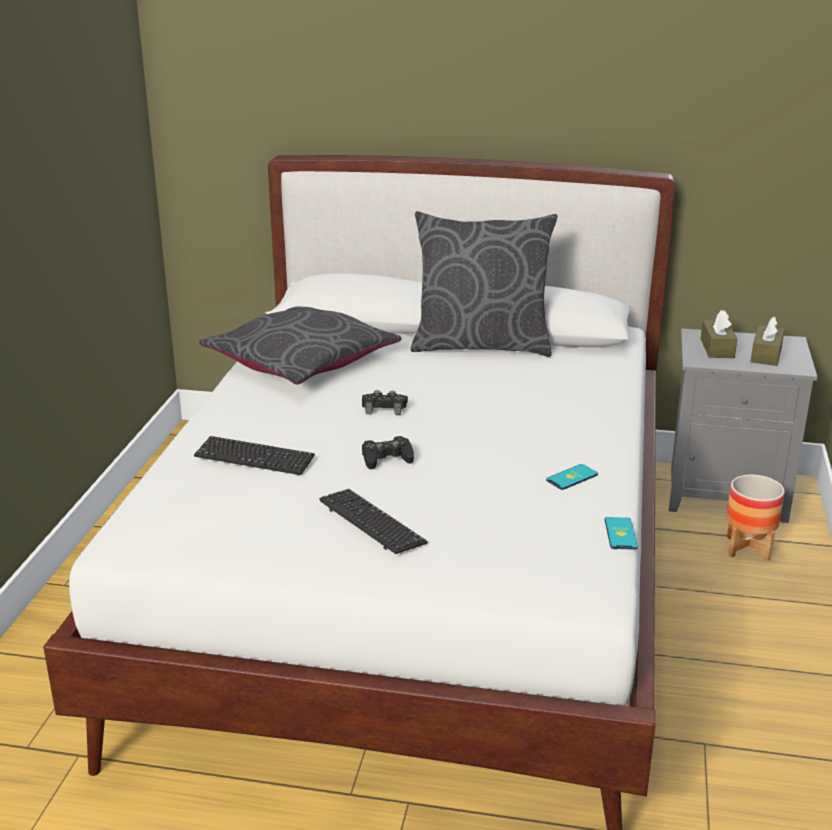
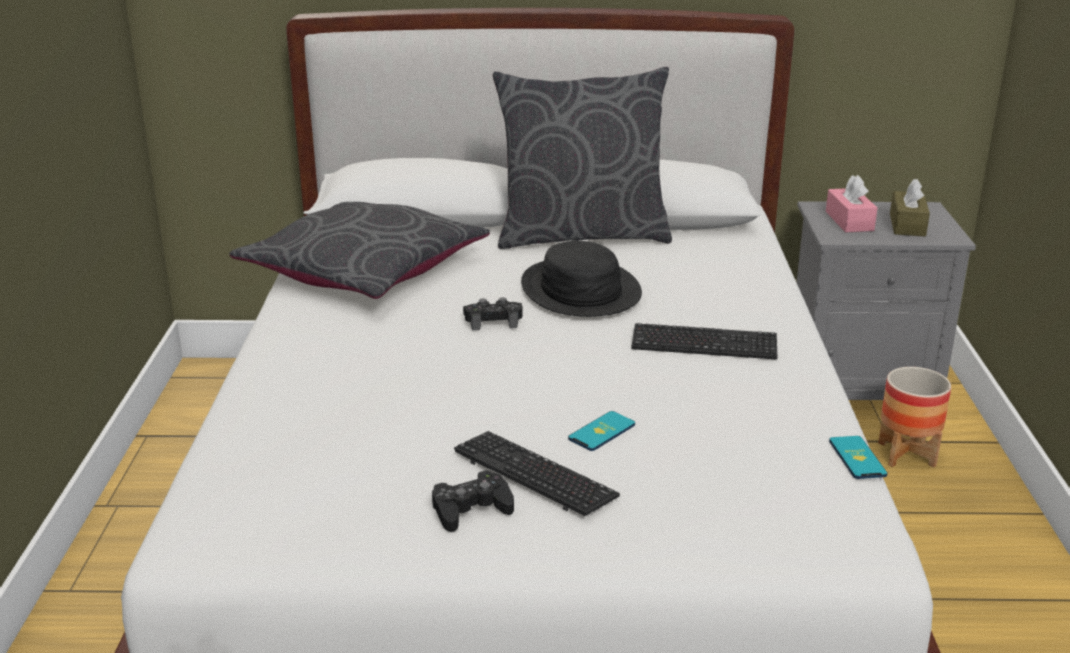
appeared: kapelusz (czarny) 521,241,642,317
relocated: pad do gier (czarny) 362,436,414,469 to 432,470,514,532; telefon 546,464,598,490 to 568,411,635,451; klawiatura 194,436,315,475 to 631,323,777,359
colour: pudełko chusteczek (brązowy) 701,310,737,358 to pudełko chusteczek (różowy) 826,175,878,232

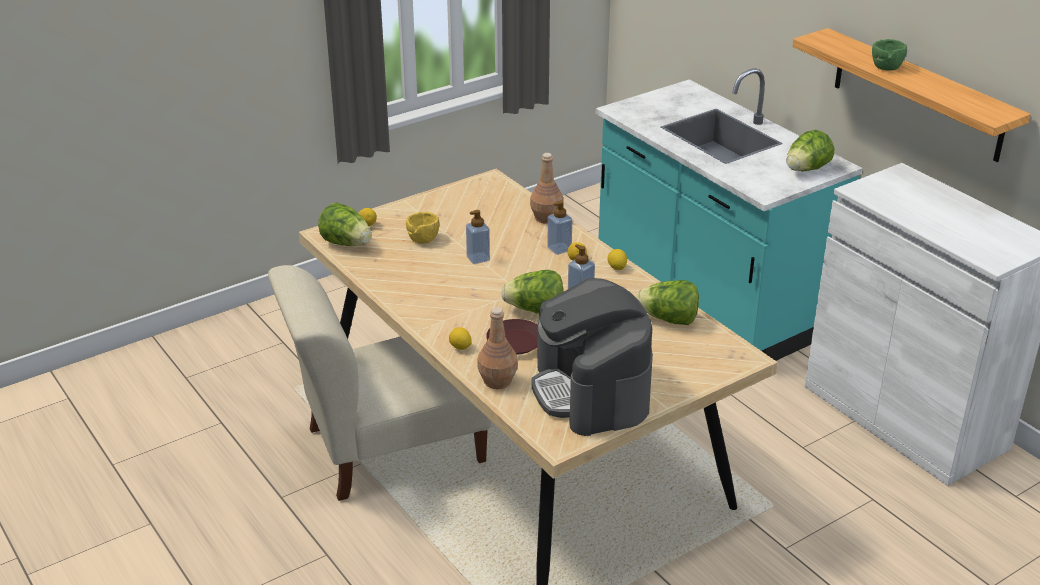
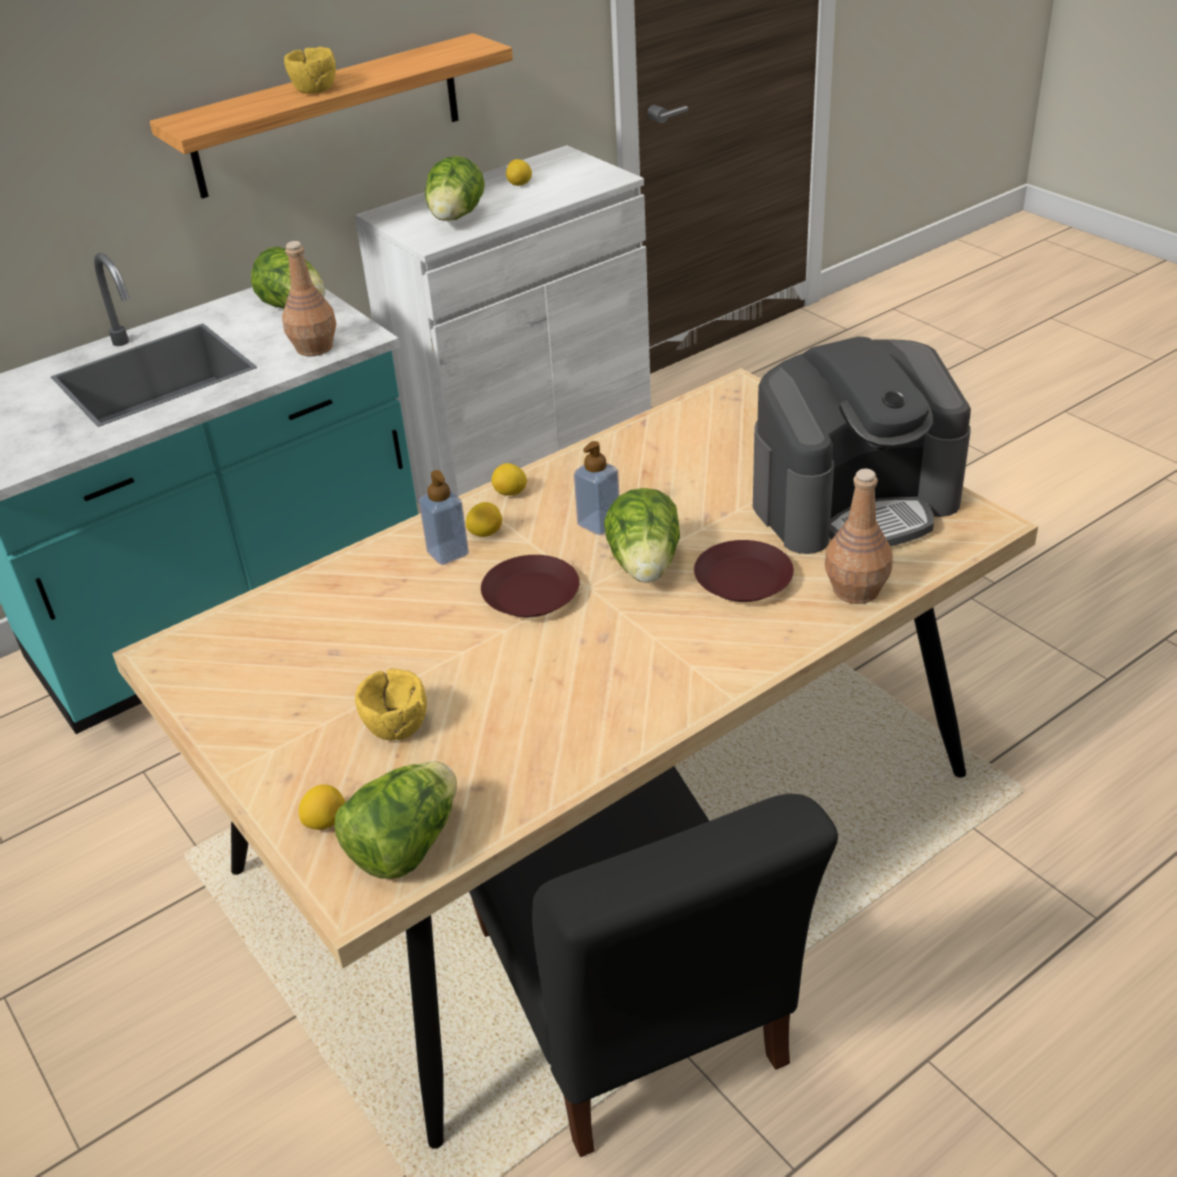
missing: dozownik mydła 466,210,490,264
appeared: talerz (brązowy) 481,555,580,617
relocated: butelka (brązowy) 530,153,563,224 to 282,241,336,356; sałata 636,280,699,325 to 425,156,485,221; cytryna 449,327,472,350 to 506,159,532,186
colour: miska (zielony) 872,39,907,71 to miska (żółty) 284,47,336,94; krzesło (beżowy) 268,265,491,501 to krzesło (czarny) 469,766,838,1157

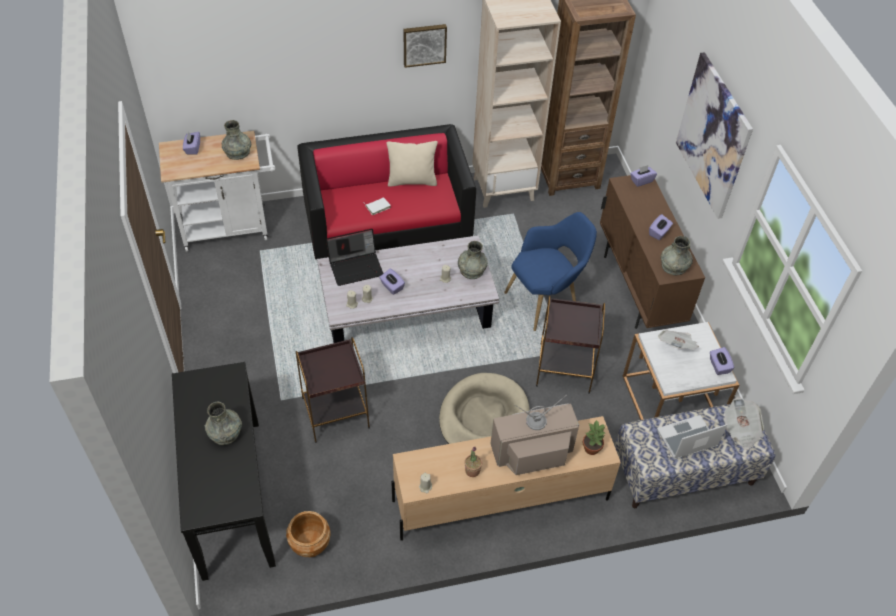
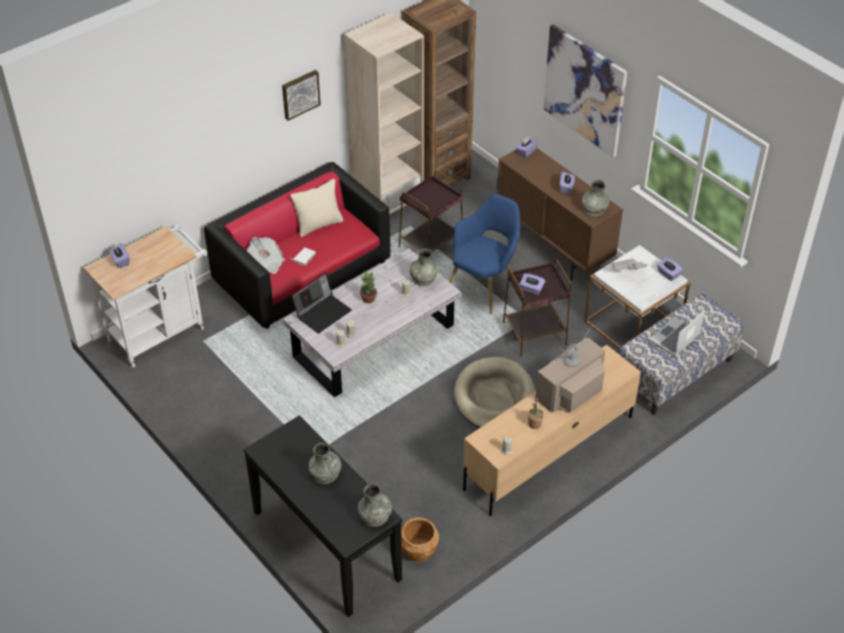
relocated: gazeta 725,397,764,450 to 247,237,285,274; wazon (szary) 222,120,251,160 to 358,484,392,527; roślina doniczkowa 583,420,606,455 to 360,271,377,303; stolik (brązowy) 296,337,370,443 to 399,170,463,261; pudełko chusteczek (fioletowy) 379,269,405,295 to 519,273,545,295

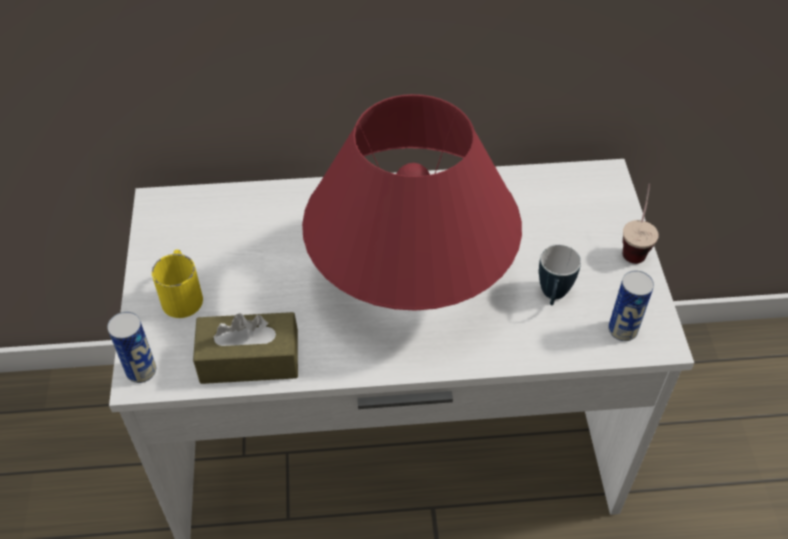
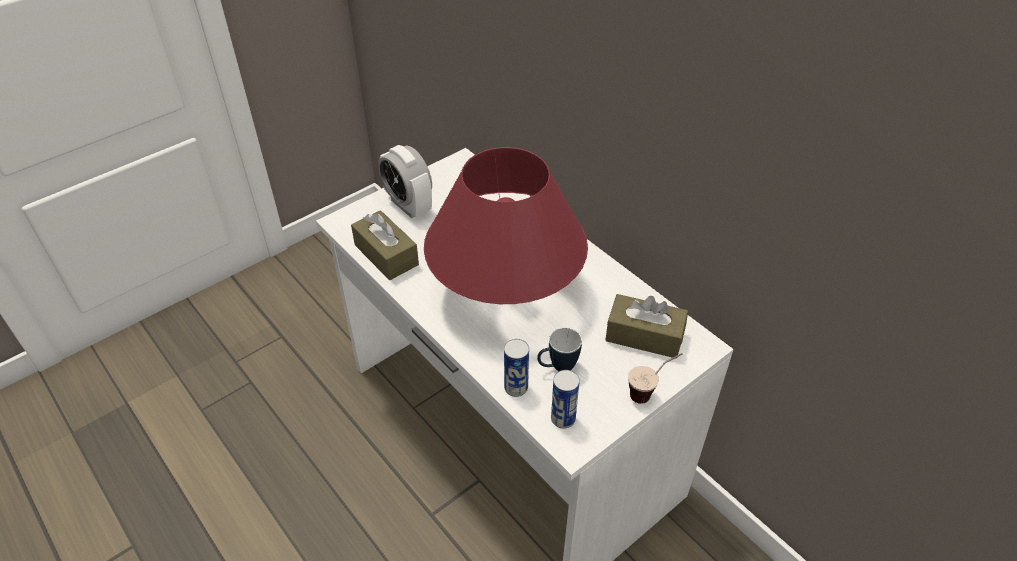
appeared: pudełko chusteczek (brązowy) 605,294,688,358
relocated: puszka 107,312,156,383 to 504,339,529,397
exchanged: kubek (żółty) 152,250,203,318 to budzik 378,145,432,218

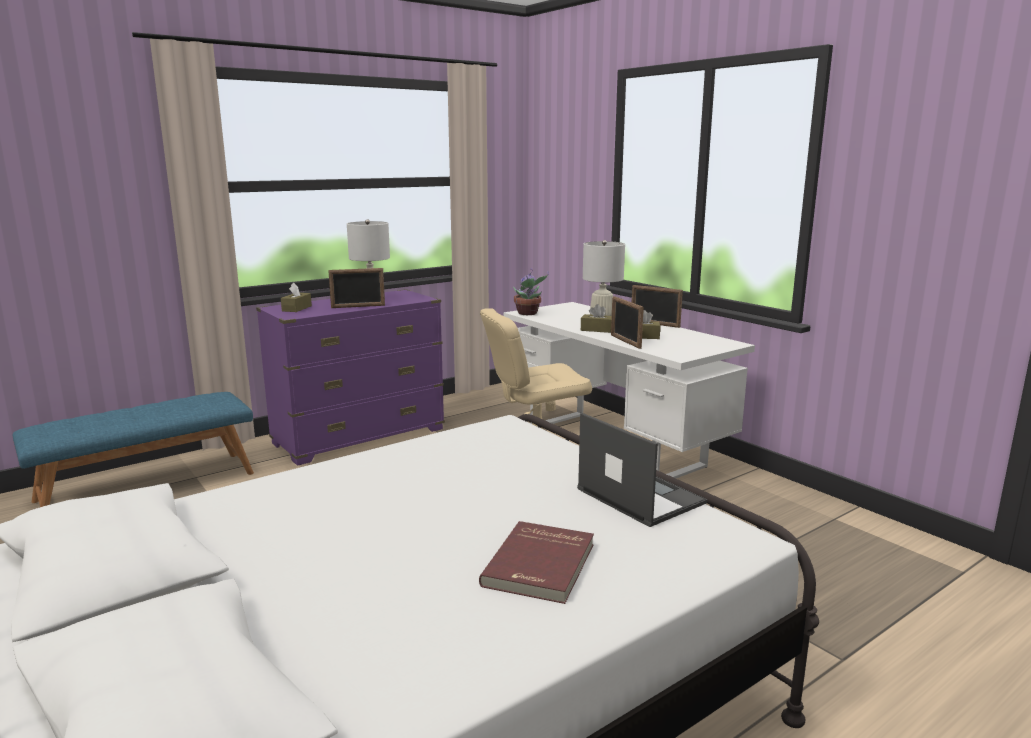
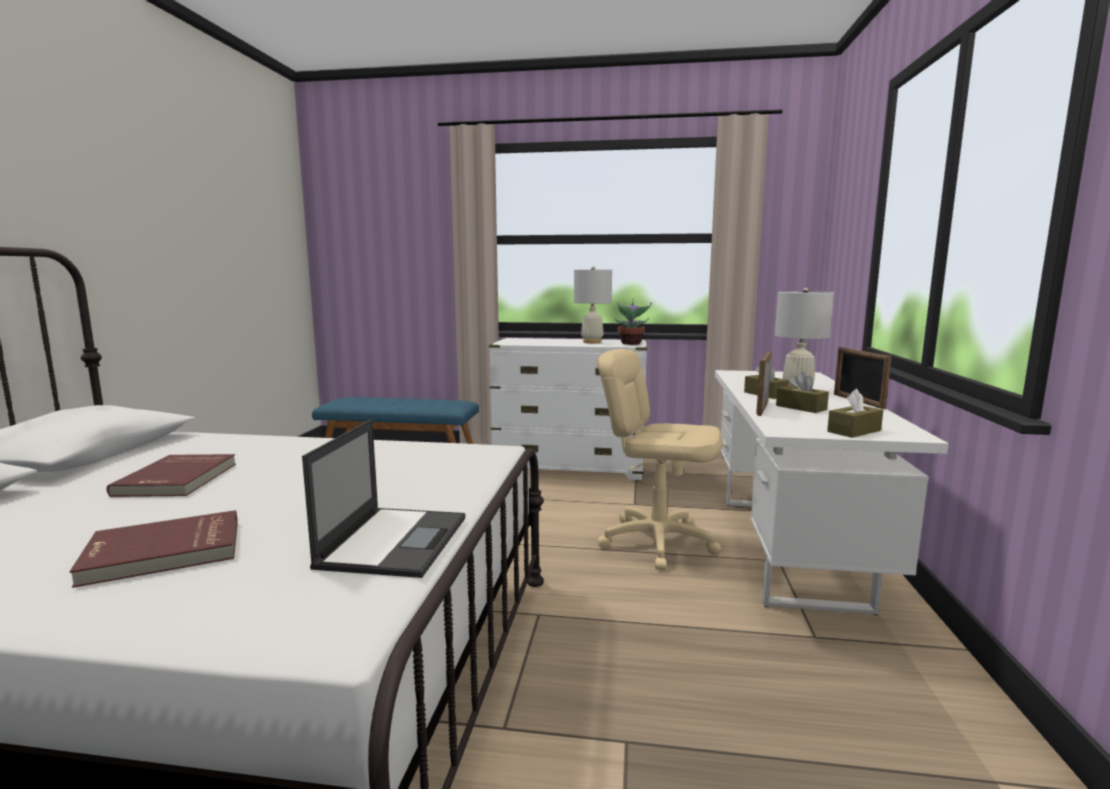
missing: ramka na zdjęcie 328,268,385,308
appeared: książka (czerwony) 107,454,236,497
relocated: roślina doniczkowa 513,268,549,315 to 615,298,652,345; pudełko chusteczek (brązowy) 281,283,312,312 to 827,389,883,438
colour: komoda (fioletowy) 256,289,445,466 to komoda (biały) 489,338,647,480

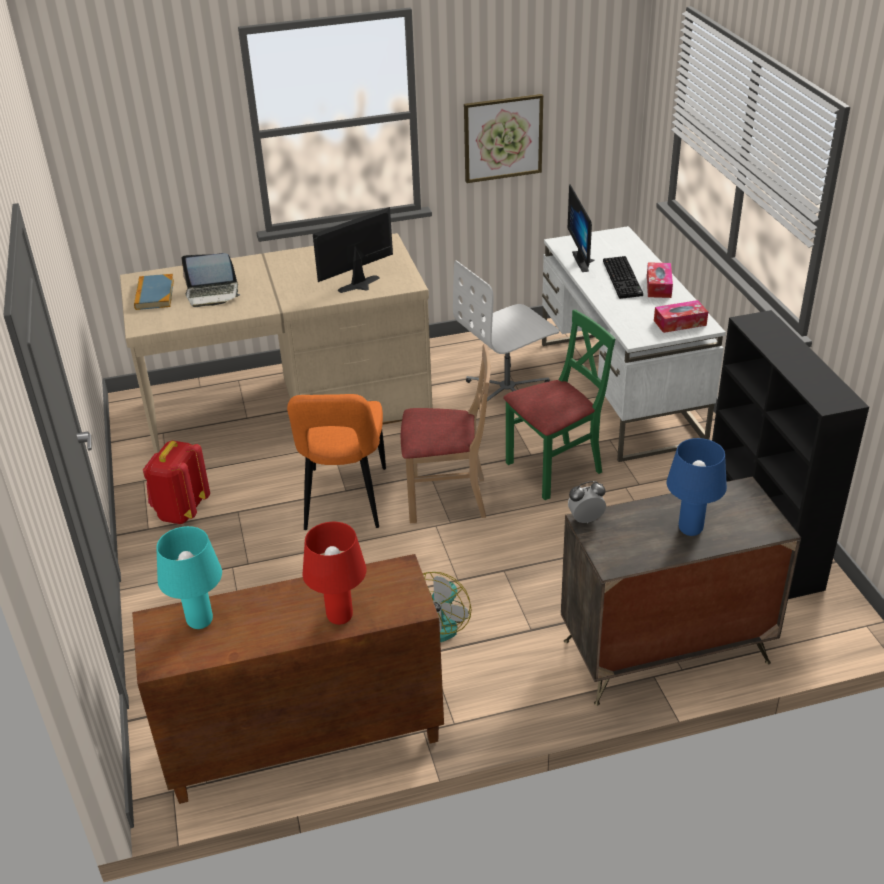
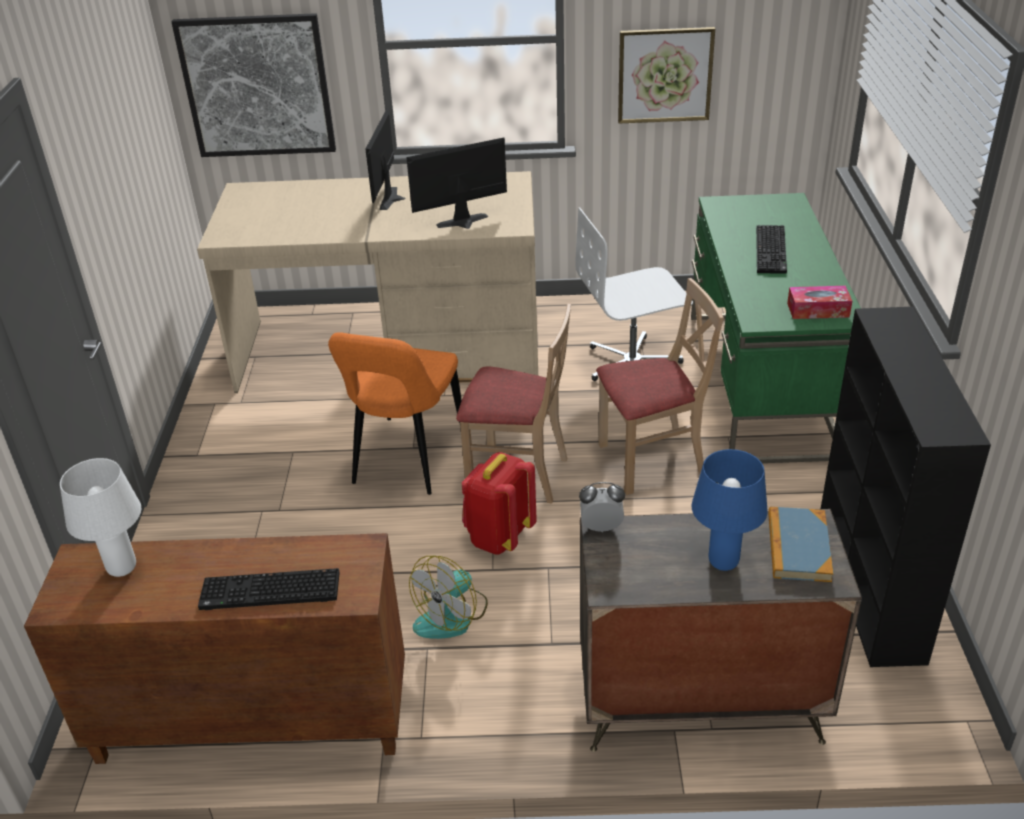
missing: laptop 181,253,240,307; pudełko chusteczek 647,262,673,298
appeared: obraz 171,13,336,157
relocated: monitor 568,184,595,272 to 365,108,405,210; plecak (czerwony) 143,441,210,524 to 462,452,537,554; książka 134,274,174,310 to 768,507,834,582
exchanged: lampa stołowa (czerwony) 303,522,366,625 to klawiatura 198,568,340,610
colour: lampa stołowa (turkusowy) 156,526,222,629 to lampa stołowa (biały) 60,458,141,577; krzesło (zielony) 503,310,615,500 to krzesło (beżowy) 596,278,724,495; biurko (biały) 542,226,726,462 to biurko (zielony) 691,193,861,463

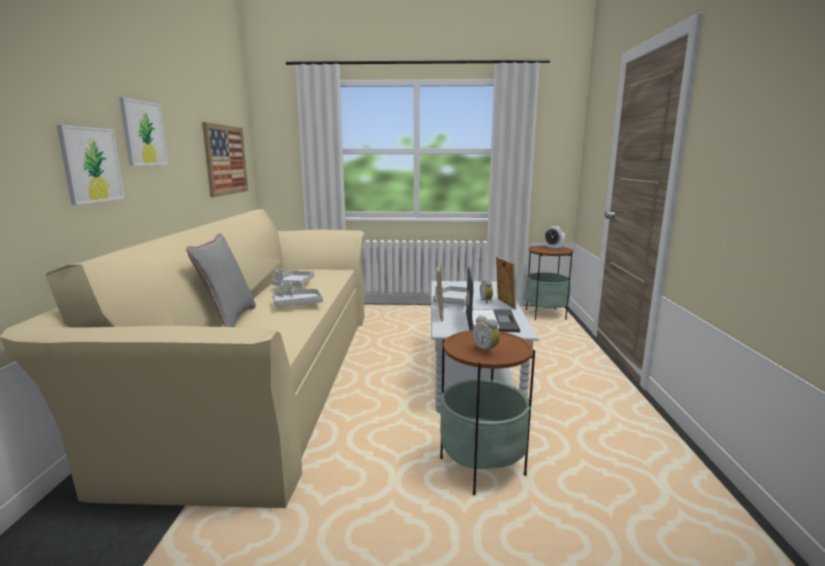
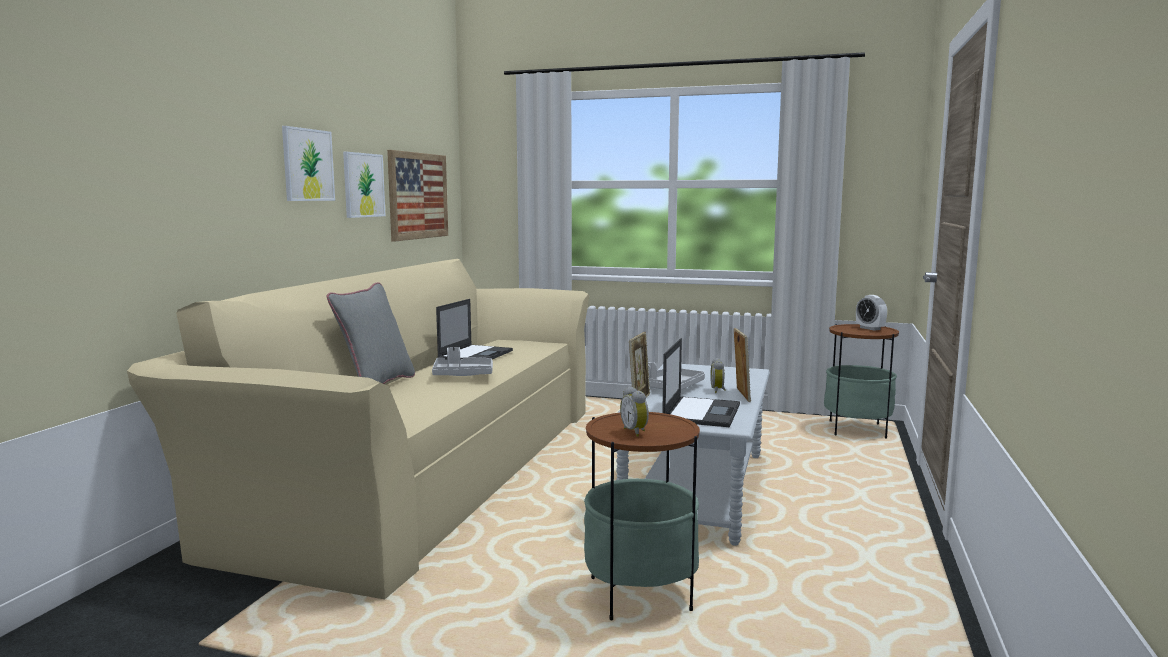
relocated: obraz 57,125,124,205 to 343,152,386,218
exchanged: taca (szary) 272,269,315,286 to laptop 436,299,513,360

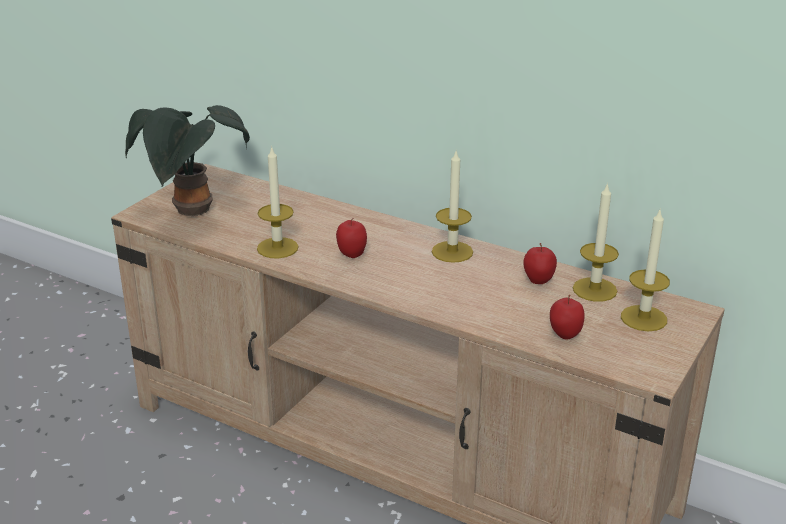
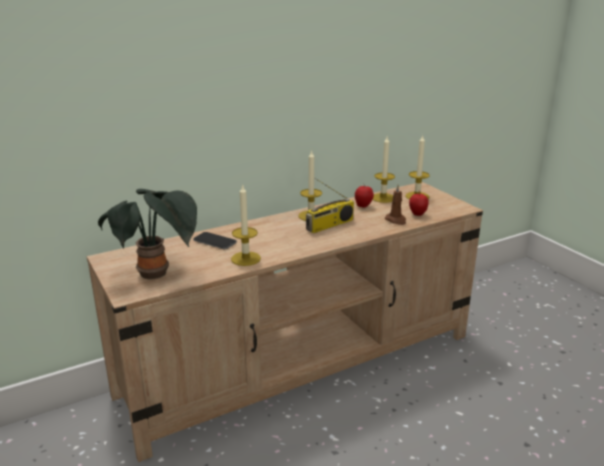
missing: jabłko 336,218,367,258
appeared: telefon 193,232,237,249; radio 306,178,354,233; świeca (brązowy) 385,185,406,225

